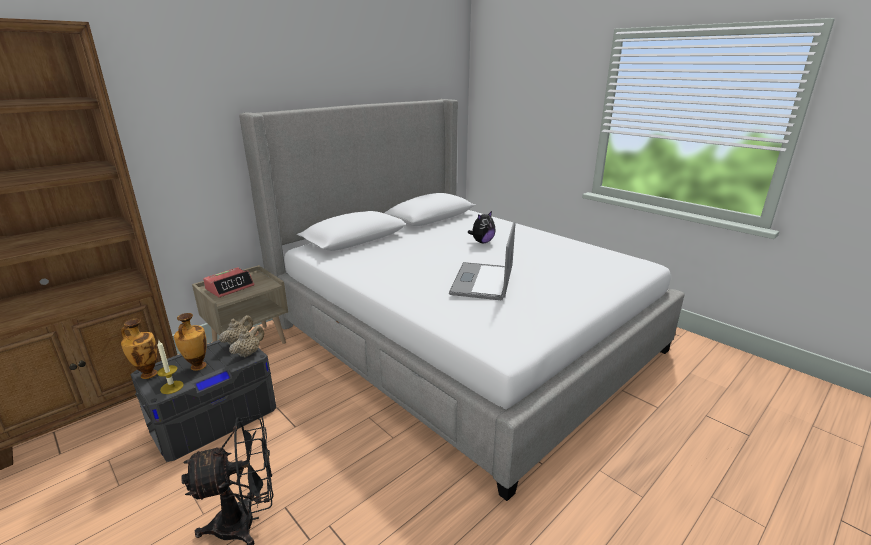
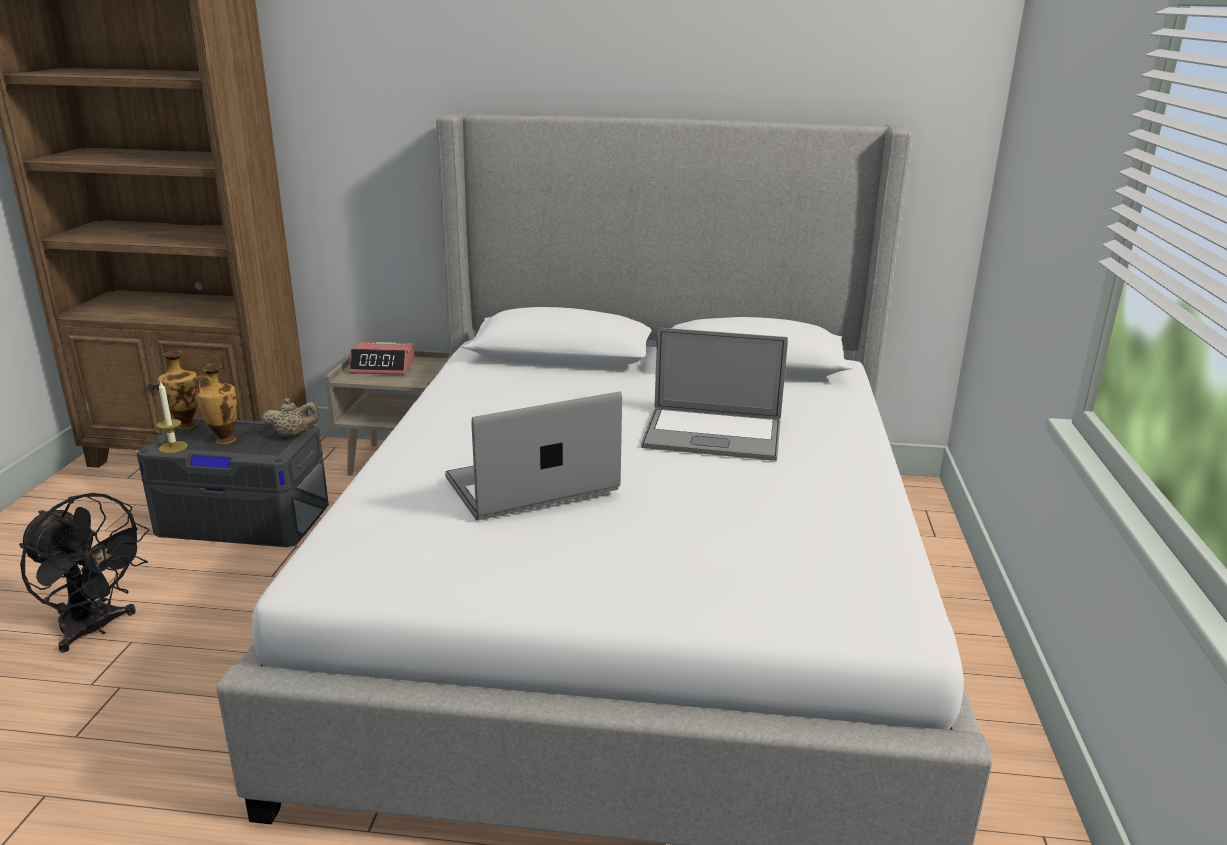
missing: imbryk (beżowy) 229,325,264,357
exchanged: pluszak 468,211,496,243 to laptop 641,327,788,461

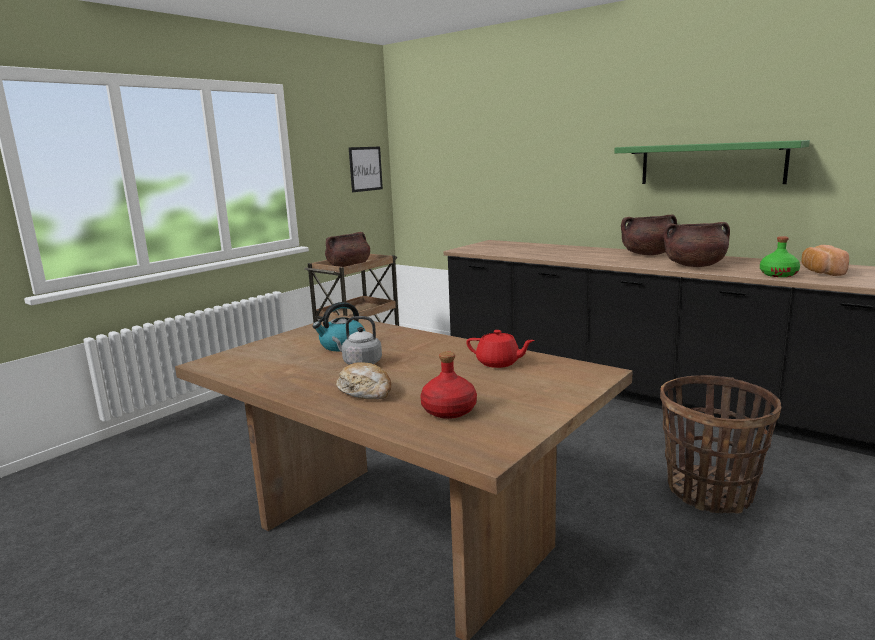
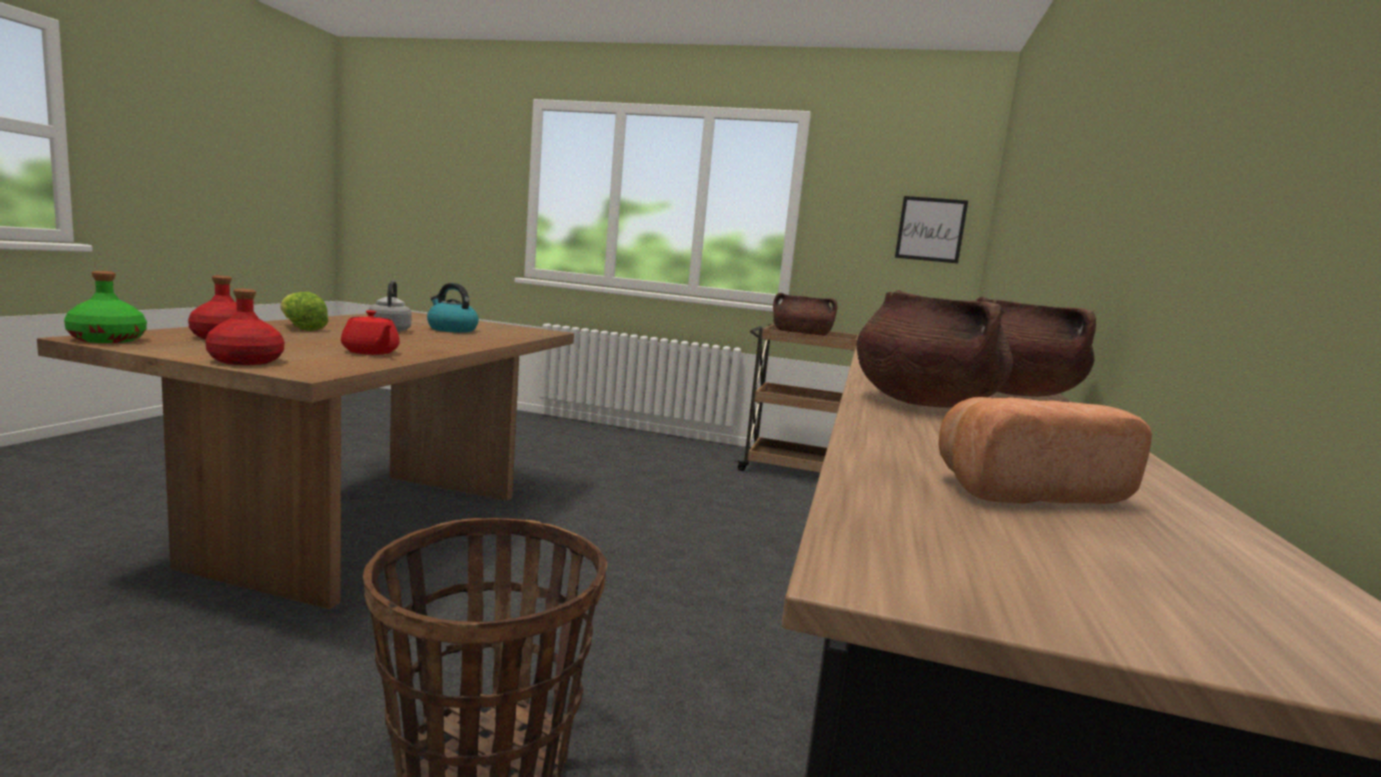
missing: półka (zielony) 614,140,810,184
appeared: butelka (czerwony) 205,289,284,365
relocated: butelka (zielony) 760,236,800,277 to 64,271,147,343
exchanged: chleb 336,362,391,400 to sałata 280,292,329,331
spun: imbryk (czerwony) 466,330,535,368 = 341,310,400,355 45 degrees counterclockwise

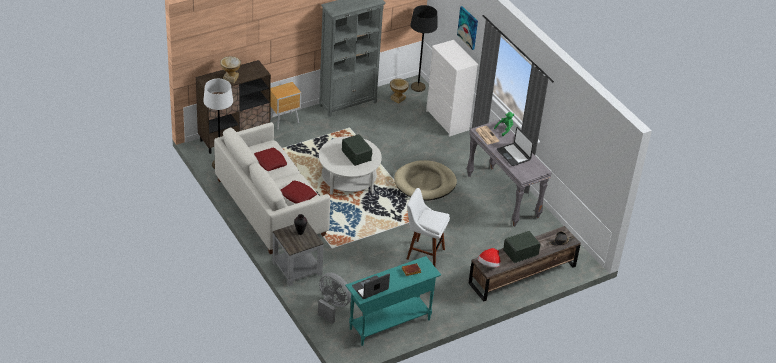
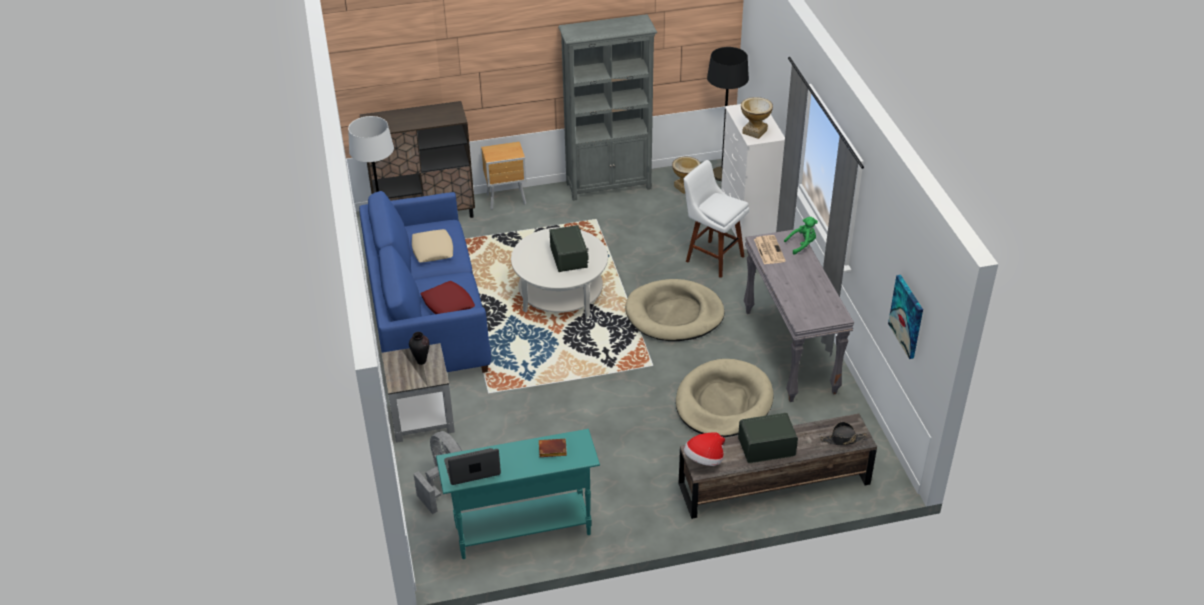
missing: laptop 497,127,534,166
appeared: legowisko (beżowy) 676,359,773,437
relocated: stołek (biały) 407,188,450,267 to 683,160,749,278; wazon 220,56,241,83 to 741,97,773,139; obraz 457,6,478,50 to 888,275,923,359
colour: kanapa (biały) 214,122,330,254 to kanapa (niebieski) 359,191,491,373; poduszka (czerwony) 254,148,287,171 to poduszka (beżowy) 412,229,453,262

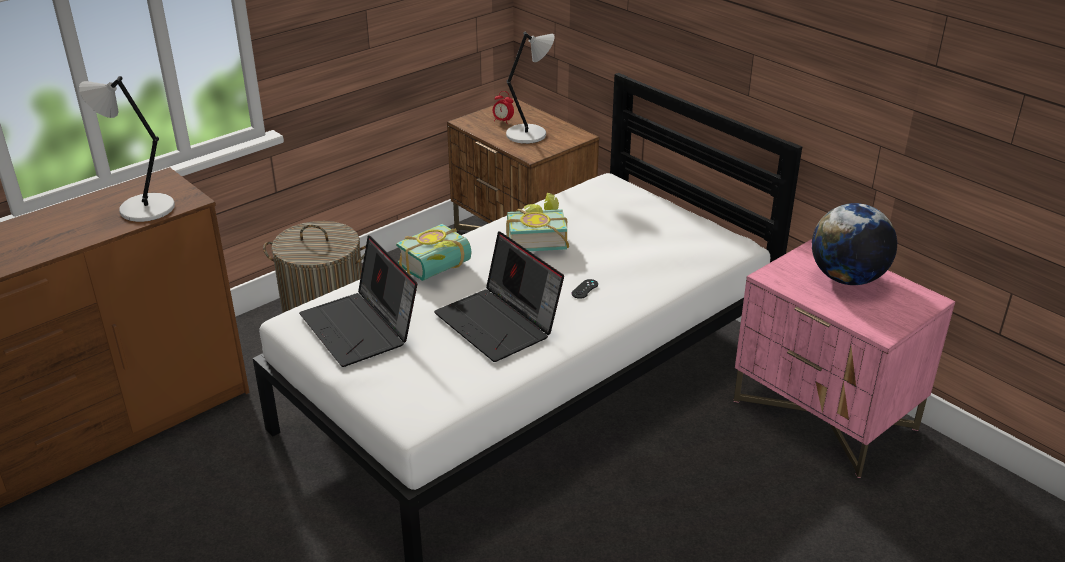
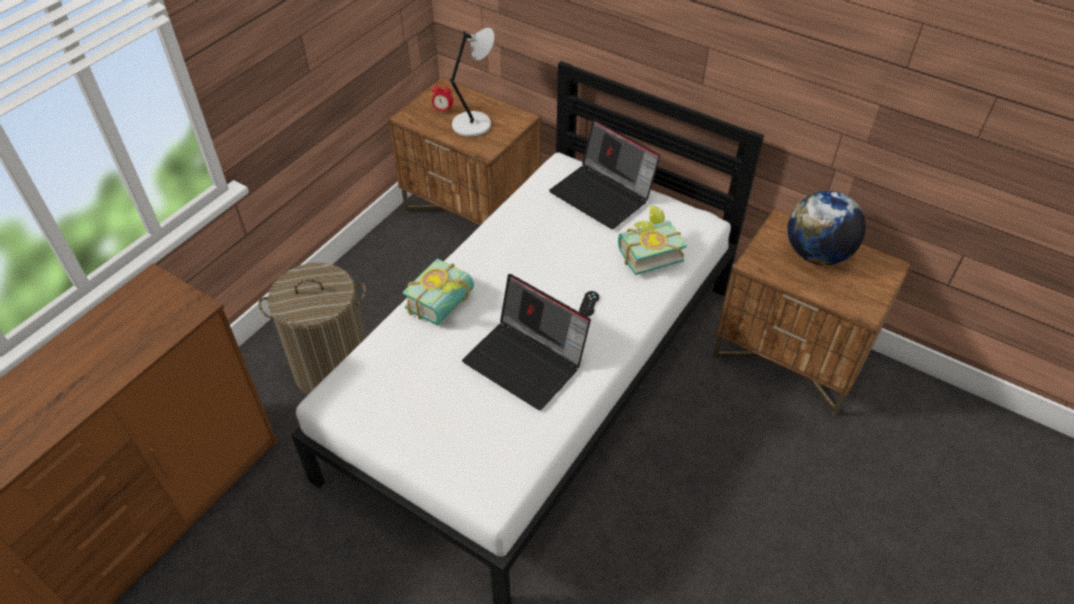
missing: lampa stołowa (szary) 79,76,175,222
relocated: laptop 299,235,417,367 to 549,119,660,229; książka 506,193,569,251 to 618,205,687,275
colour: szafka nocna (różowy) 733,239,956,478 to szafka nocna (brązowy) 712,209,912,417

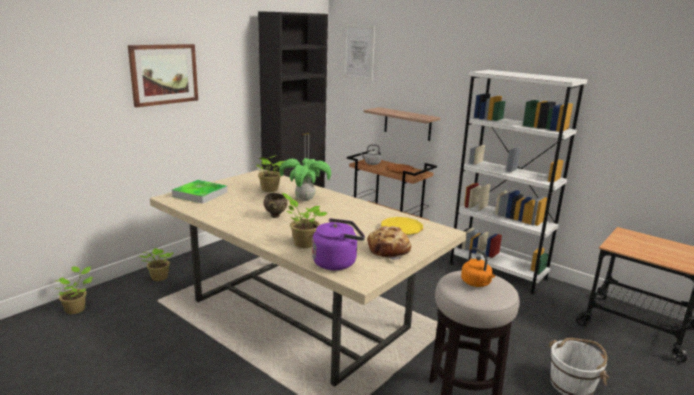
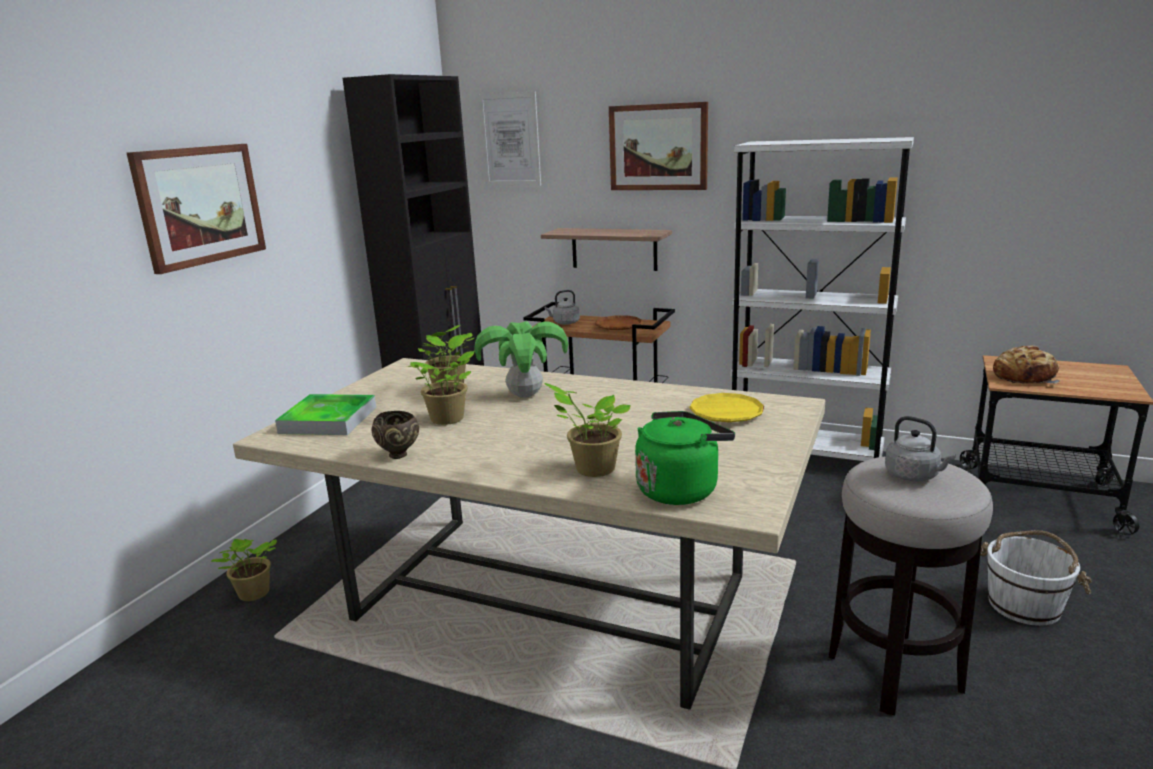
appeared: obraz 609,102,708,190
relocated: miska (brązowy) 263,193,287,218 to 371,411,419,459; roślina doniczkowa 55,266,94,314 to 407,334,475,425; chleb 367,226,412,260 to 993,345,1060,384
colour: czajnik (fioletowy) 312,218,365,270 to czajnik (zielony) 635,411,735,505; czajnik (pomarańczowy) 461,247,495,287 to czajnik (szary) 885,416,956,481

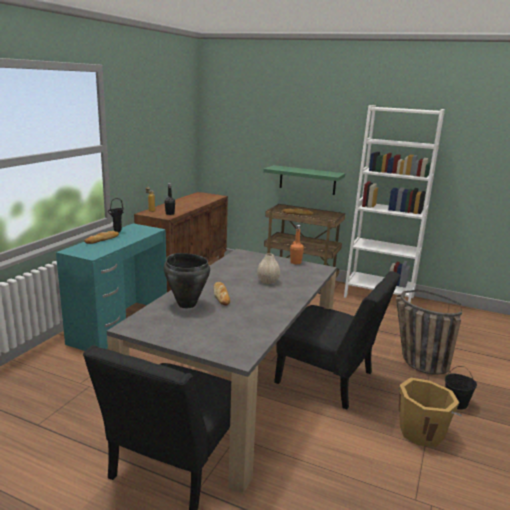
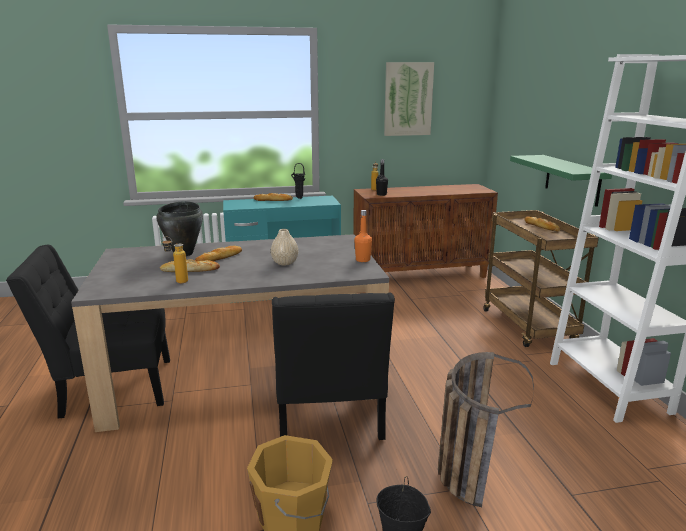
appeared: chleb 160,259,220,272; butelka 162,237,188,283; obraz 384,62,434,136

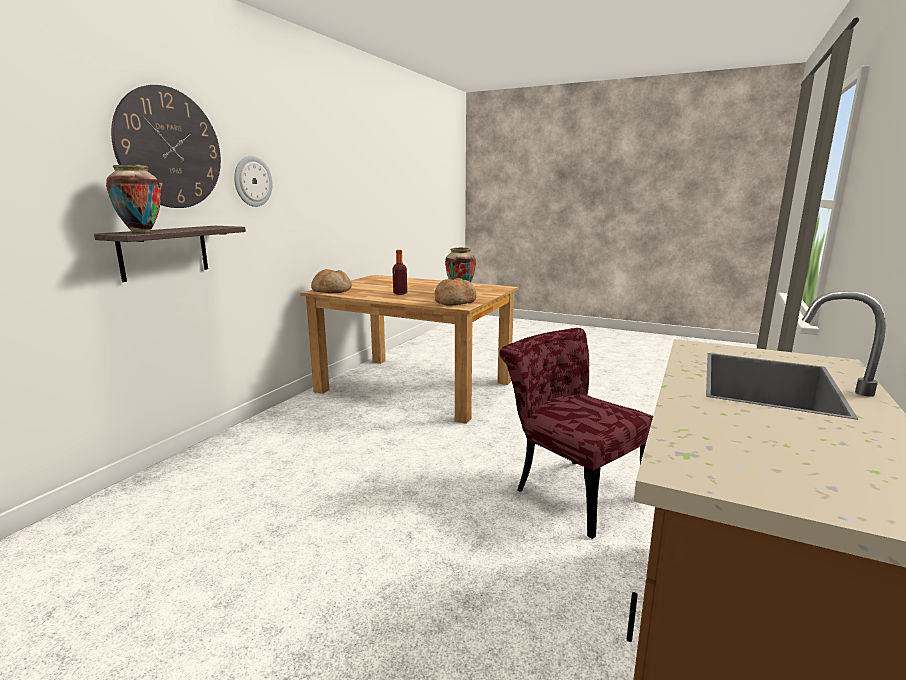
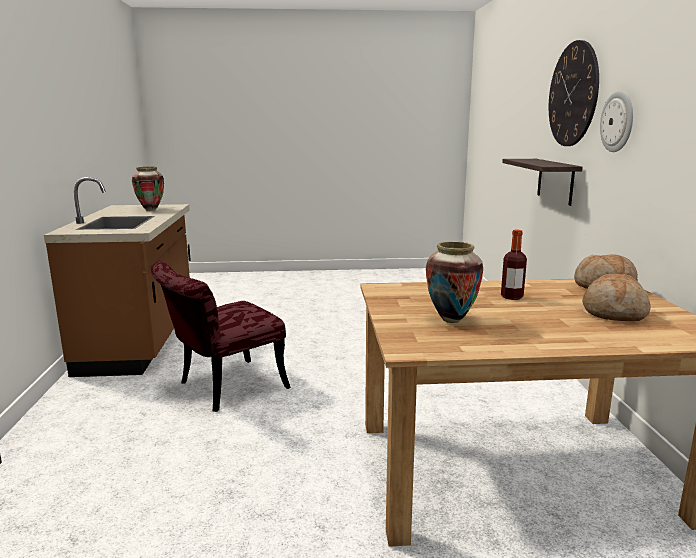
relocated: wazon 106,165,161,233 to 132,167,164,211; chleb 435,278,477,305 to 582,274,651,321
spun: krzesło (czerwony) 500,328,653,539 = 151,262,291,412 120 degrees clockwise

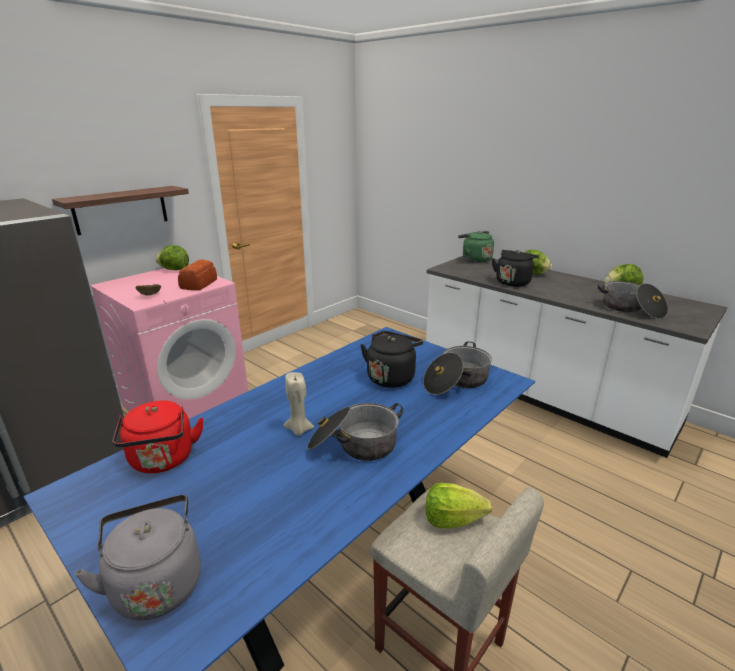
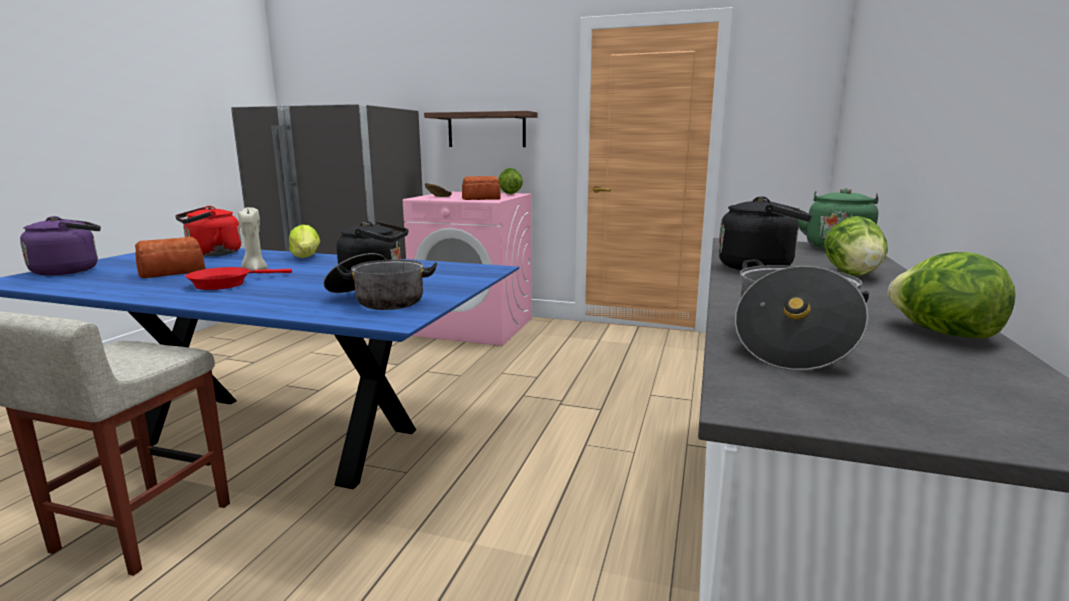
appeared: chleb 135,236,206,278
relocated: sałata 426,483,493,529 to 289,224,320,258
exchanged: garnek 307,403,403,461 to patelnia (czerwony) 185,267,292,290
colour: czajnik (szary) 74,495,201,621 to czajnik (fioletowy) 20,216,101,276

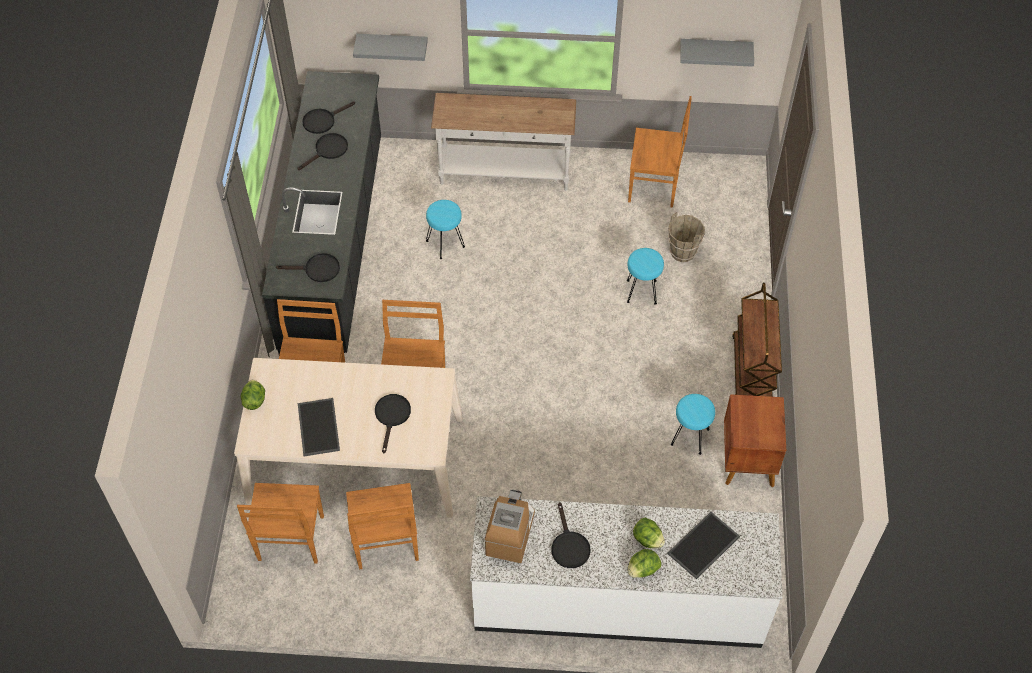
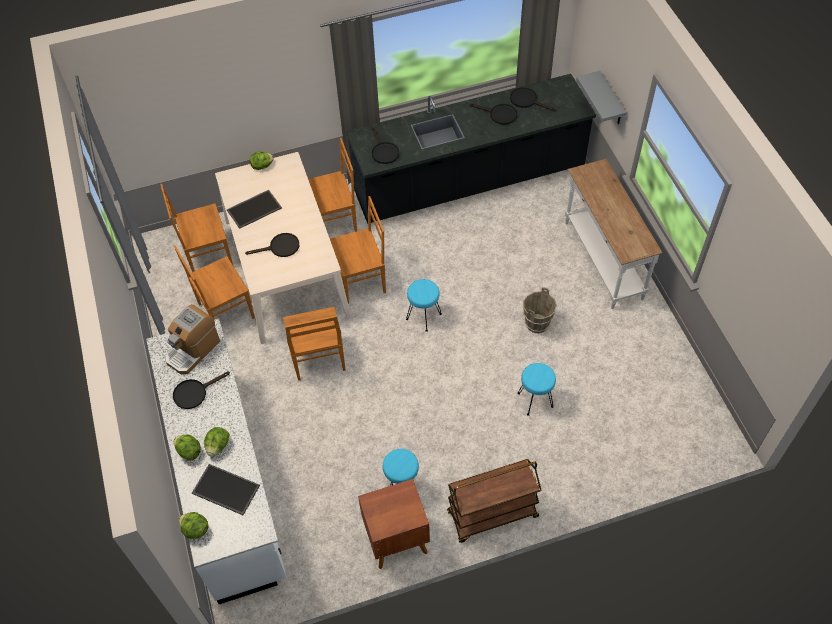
missing: półka (szary) 680,39,754,67
appeared: sałata 179,512,208,539
relocated: krzesło (brązowy) 628,96,692,207 to 283,307,346,381; stołek (turkusowy) 426,200,465,259 to 406,279,442,332; wiadro (brązowy) 668,212,705,262 to 523,288,557,333
spun: ekspres do kawy 485,489,535,563 = 165,304,220,374 135 degrees clockwise

